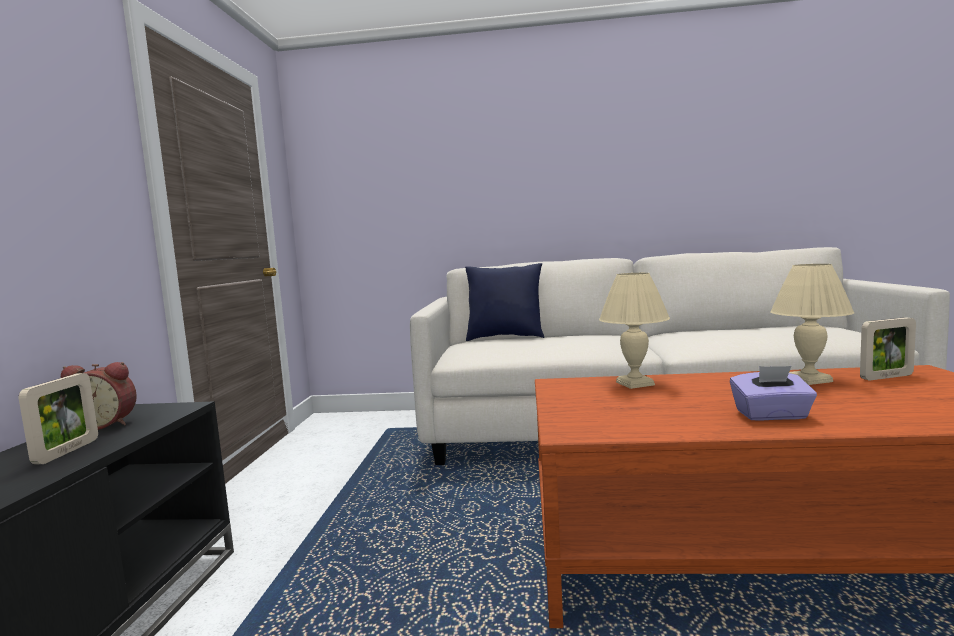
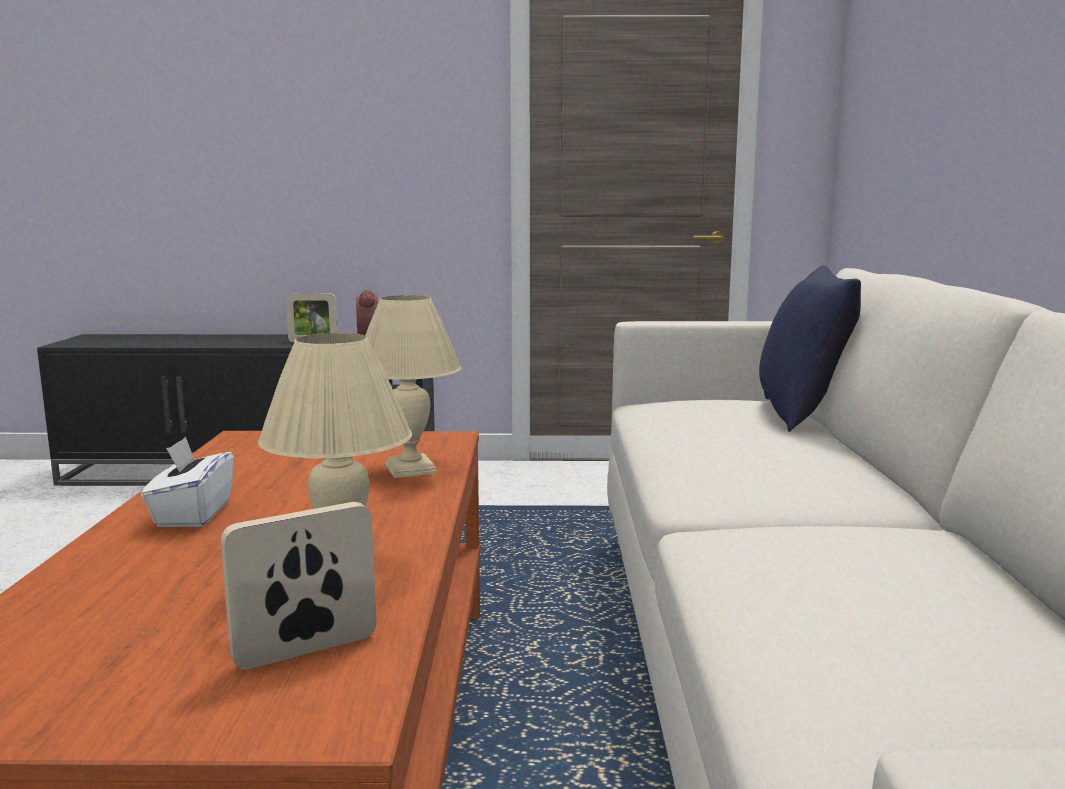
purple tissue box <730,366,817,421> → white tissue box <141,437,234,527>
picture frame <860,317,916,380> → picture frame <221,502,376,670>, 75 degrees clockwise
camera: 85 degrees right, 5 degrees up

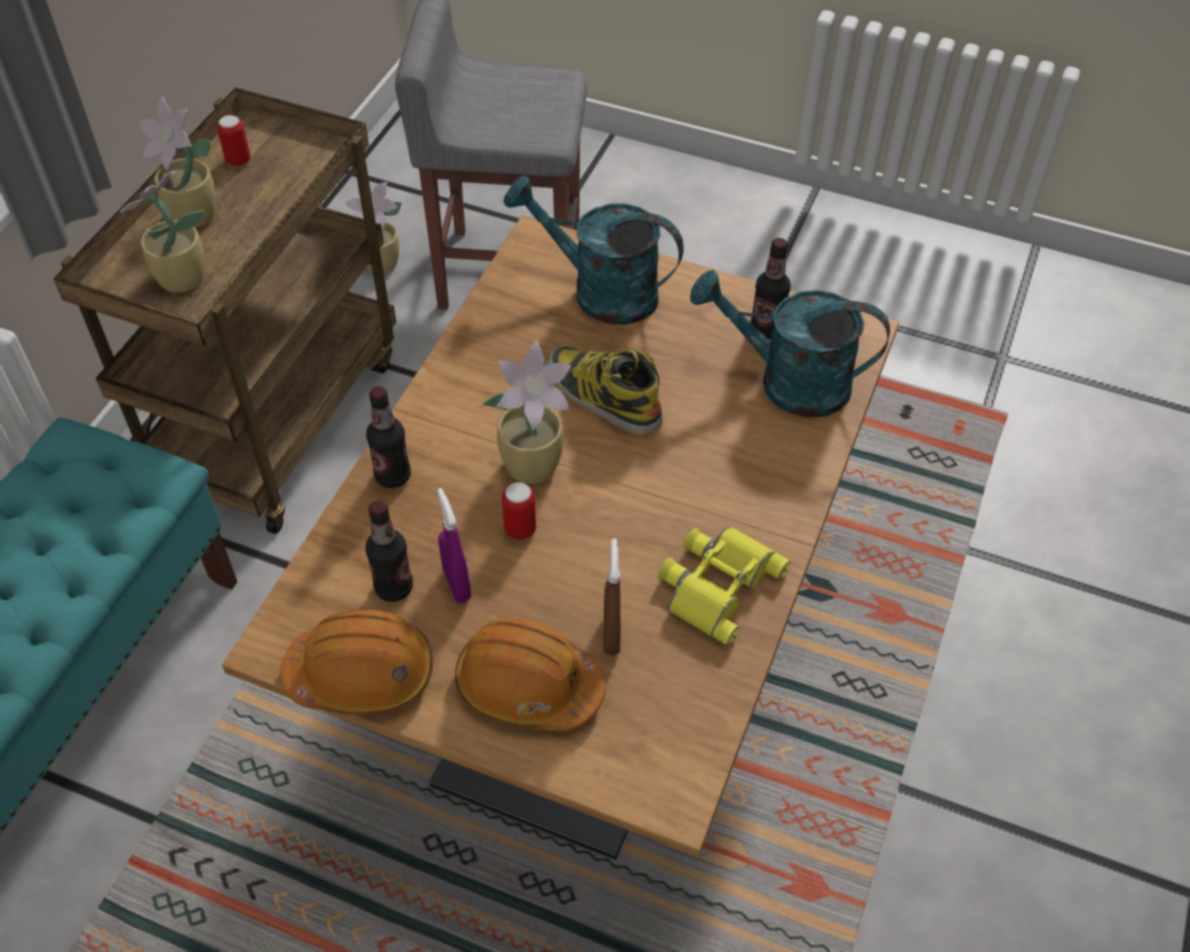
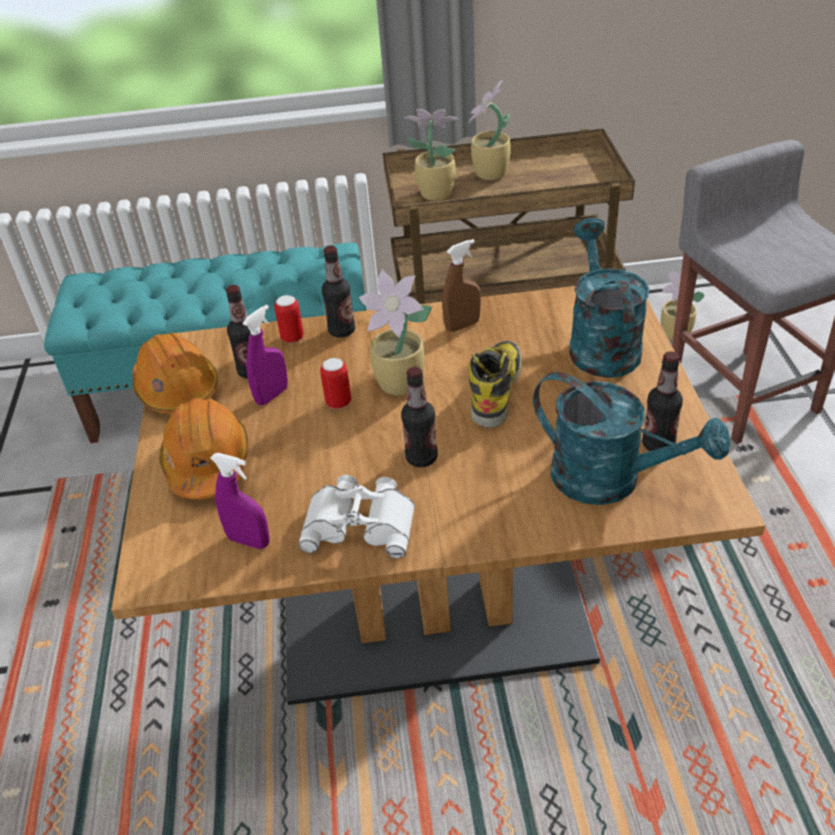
- → purple spray bottle <210,453,270,549>
- → bottle <401,367,438,467>
can <217,115,251,167> → can <274,295,304,343>, relocated
brown spray bottle <604,538,621,656> → brown spray bottle <442,239,481,332>, relocated
yellow binoculars <658,527,790,646> → white binoculars <298,475,415,559>
turquoise watering can <690,270,890,418> → turquoise watering can <533,372,731,505>, 135 degrees clockwise
camera: 65 degrees right, 10 degrees down

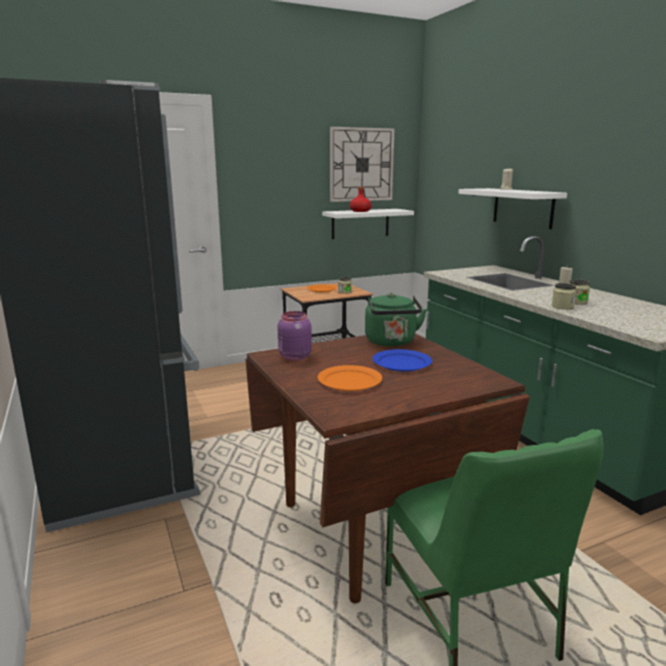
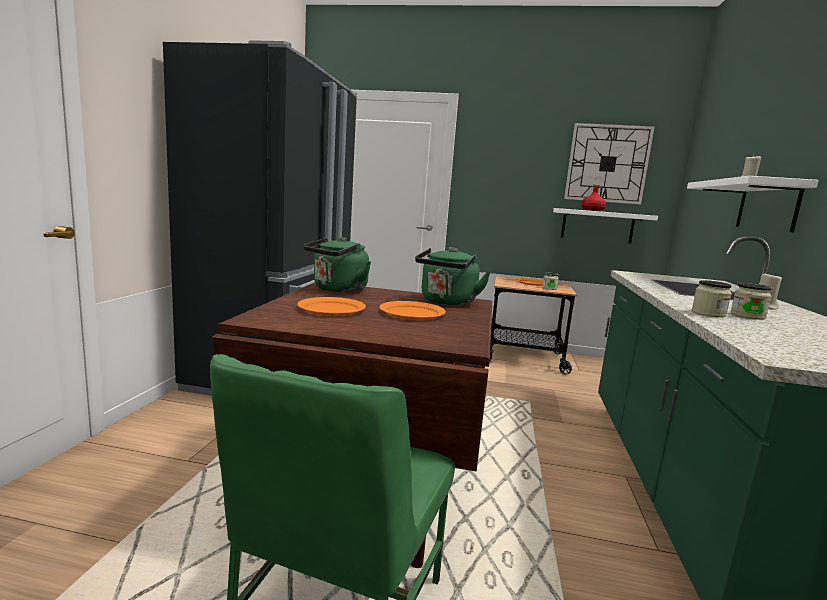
purple jar <278,311,312,361> → green kettle <304,237,371,293>
blue plate <373,349,432,372> → orange plate <379,301,446,320>
camera: 35 degrees right, 5 degrees down

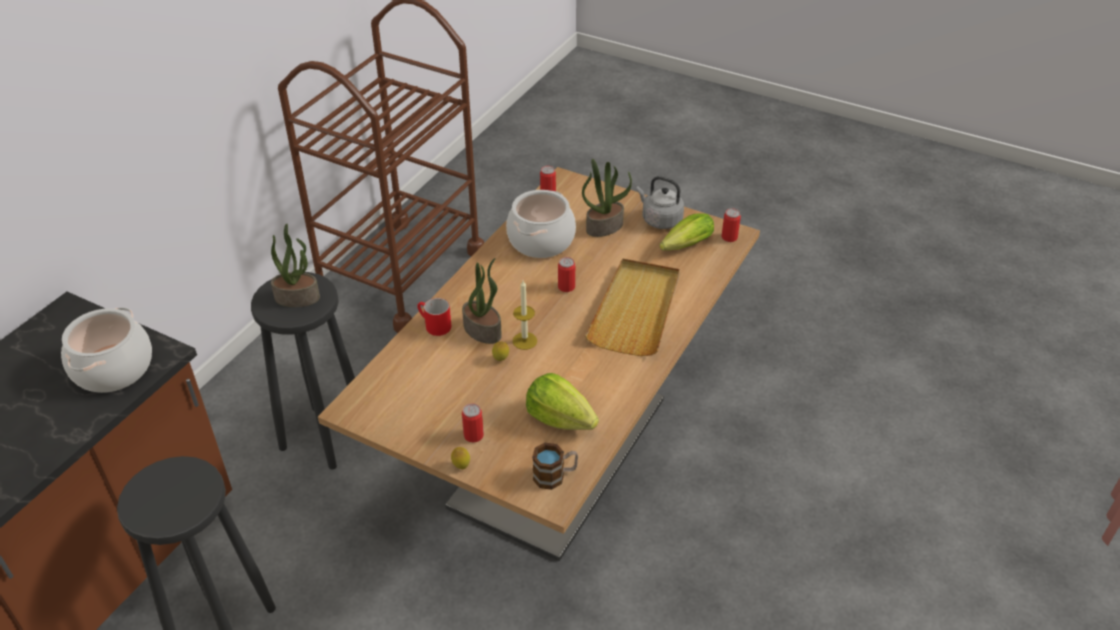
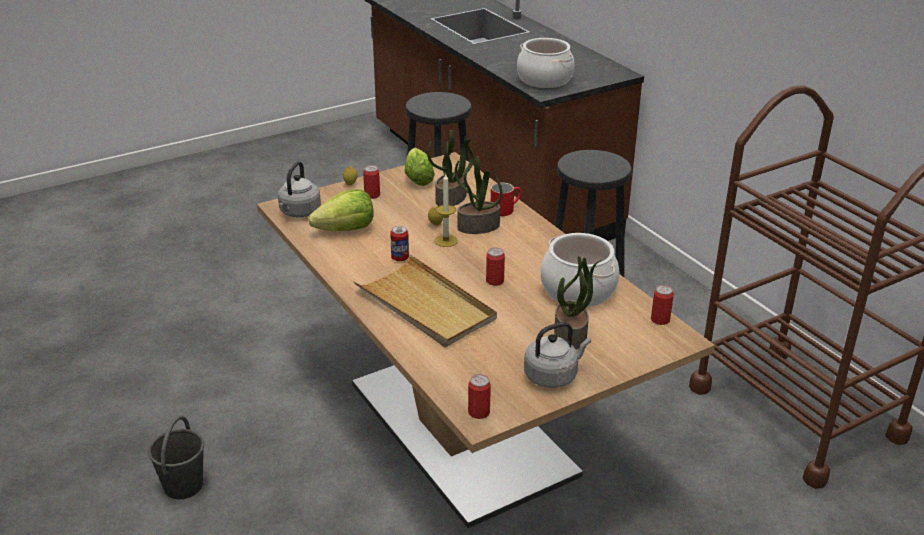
- → grey bucket <148,415,204,499>
- → can <390,226,409,262>
potted plant <271,224,320,307> → potted plant <427,130,474,206>, relocated
lettuce <659,213,714,251> → lettuce <404,148,435,186>, relocated
mug <532,443,578,490> → grey kettle <278,161,321,218>
camera: 120 degrees right, 10 degrees down

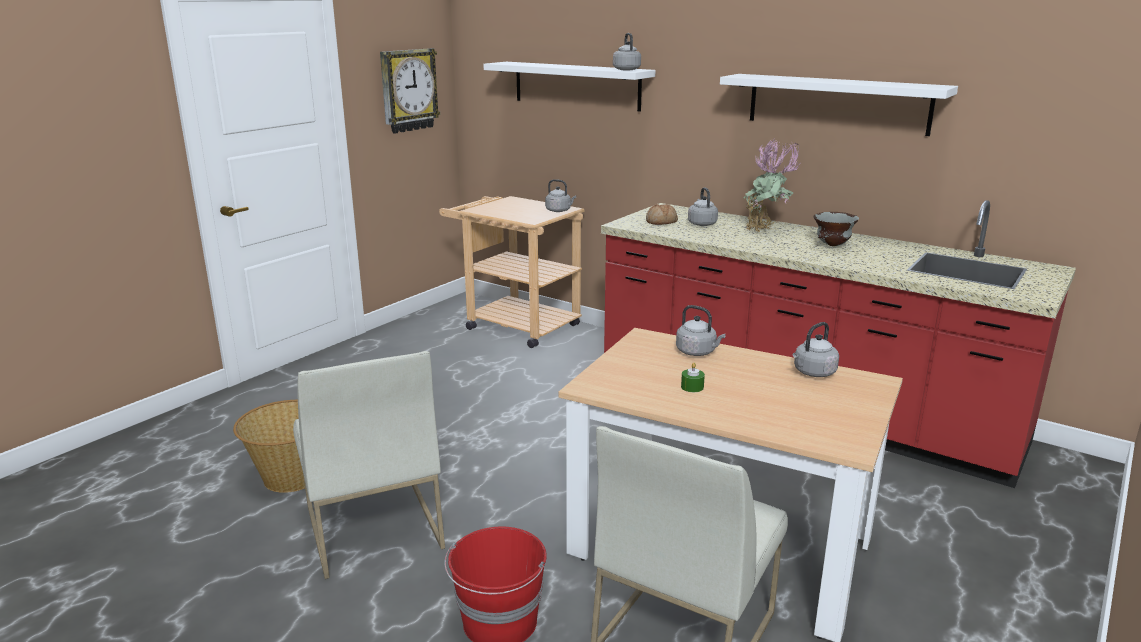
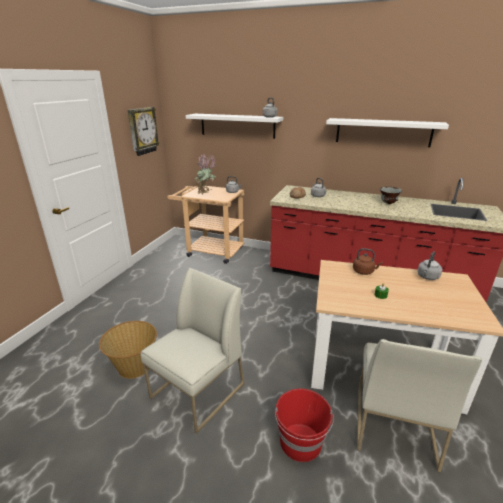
potted plant <743,139,800,232> → potted plant <194,154,216,195>, relocated
grey kettle <676,305,726,356> → brown kettle <353,248,383,275>
white chair <293,351,445,579> → white chair <141,268,244,434>, 105 degrees counterclockwise
camera: 15 degrees left, 5 degrees up

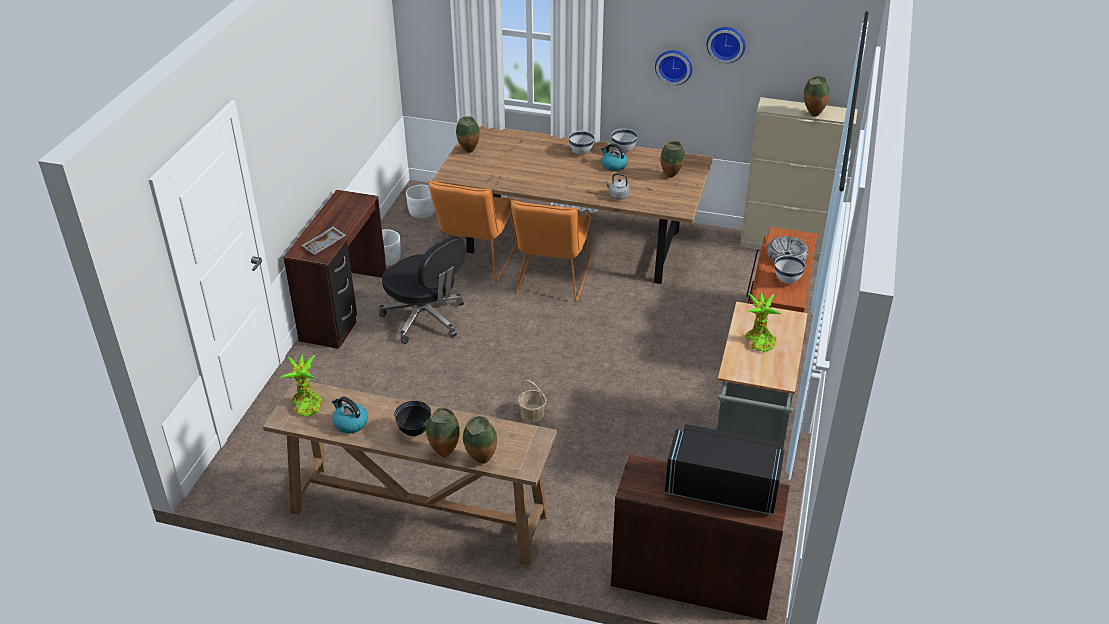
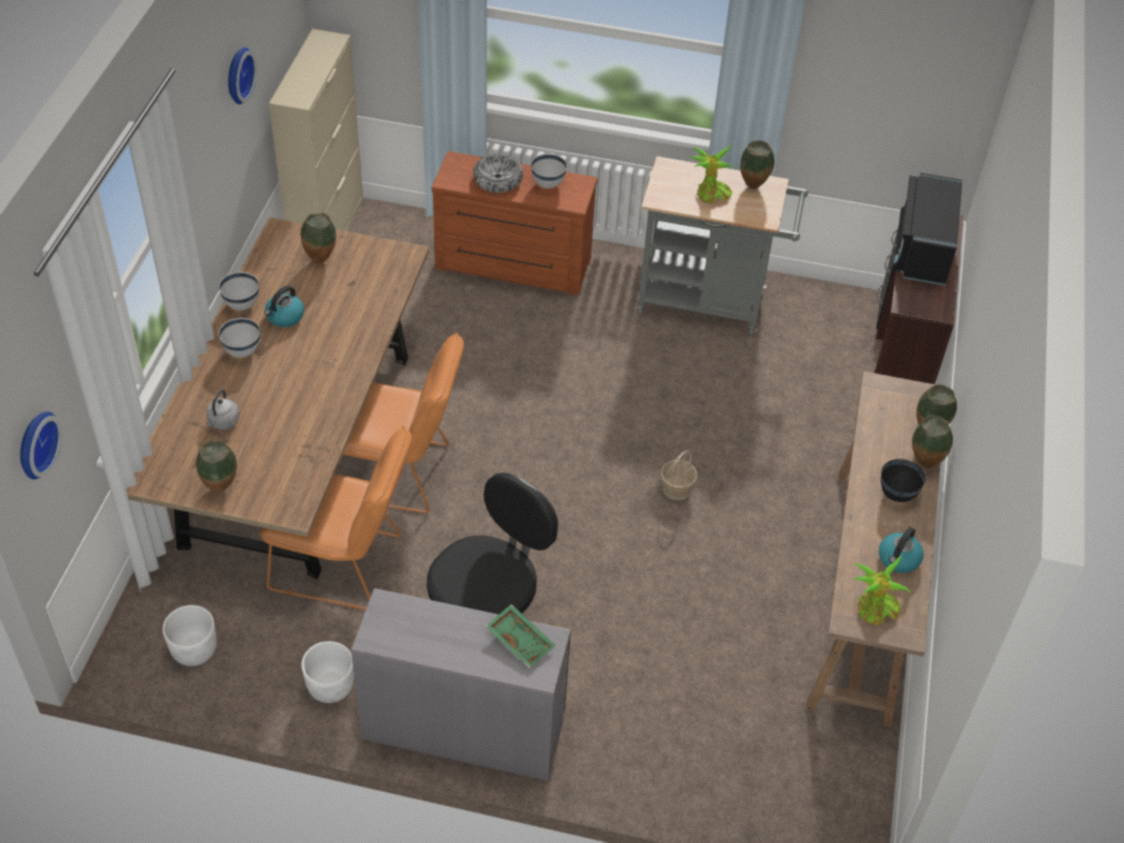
grey kettle <605,173,630,200> → grey kettle <206,389,239,430>, relocated
wall clock <655,50,692,85> → wall clock <20,411,62,480>, relocated
vase <804,76,830,117> → vase <740,140,774,189>, relocated
brown desk <283,190,386,349> → grey desk <351,588,571,781>
grey tray <302,226,346,255> → green tray <486,604,555,668>
camera: 95 degrees left, 10 degrees up

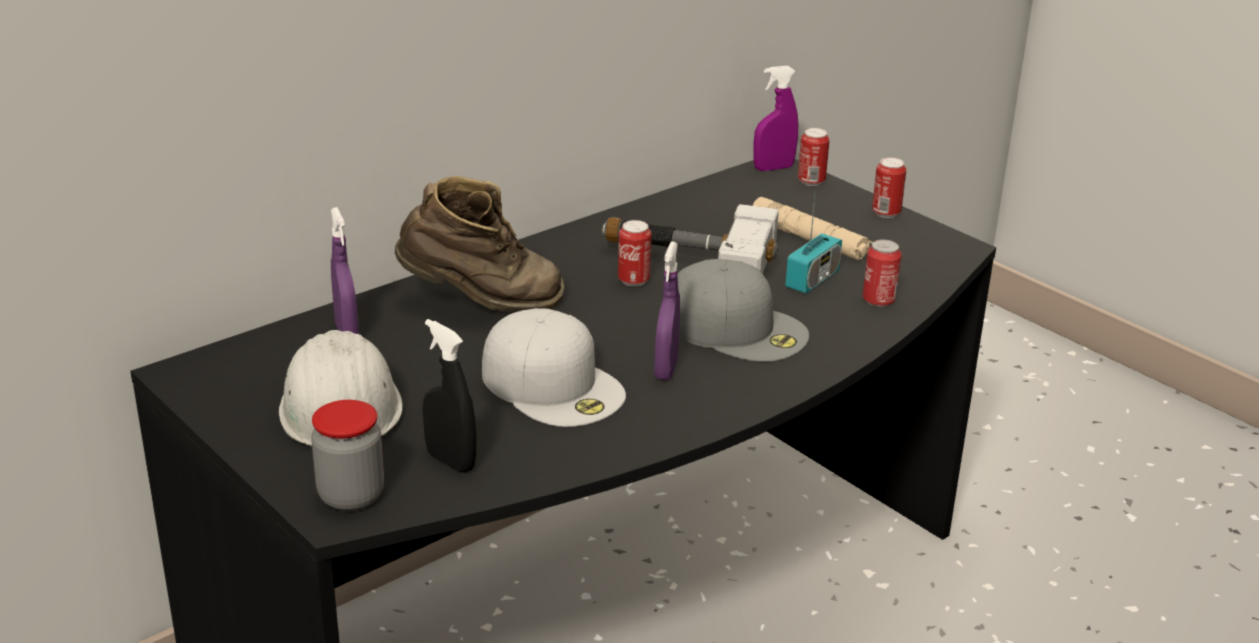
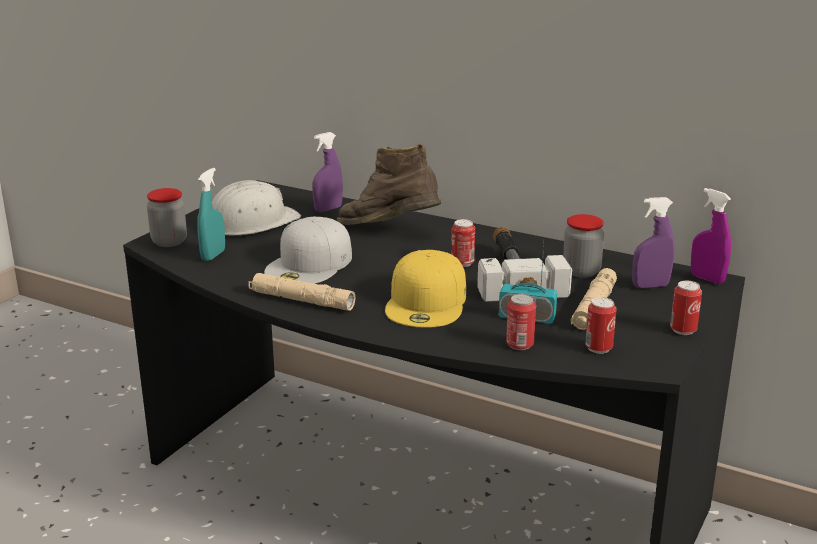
- → beige flashlight <248,273,355,311>
- → jar <563,214,604,278>
purple spray bottle <655,242,680,380> → purple spray bottle <632,197,675,288>, relocated
can <798,128,830,186> → can <585,297,617,354>, relocated
black spray bottle <422,319,476,473> → turquoise spray bottle <197,168,225,261>
grey cap <677,259,809,362> → yellow cap <385,250,466,328>
brown boot <395,176,564,312> → brown boot <337,144,441,225>, 135 degrees clockwise
camera: 70 degrees right, 5 degrees down

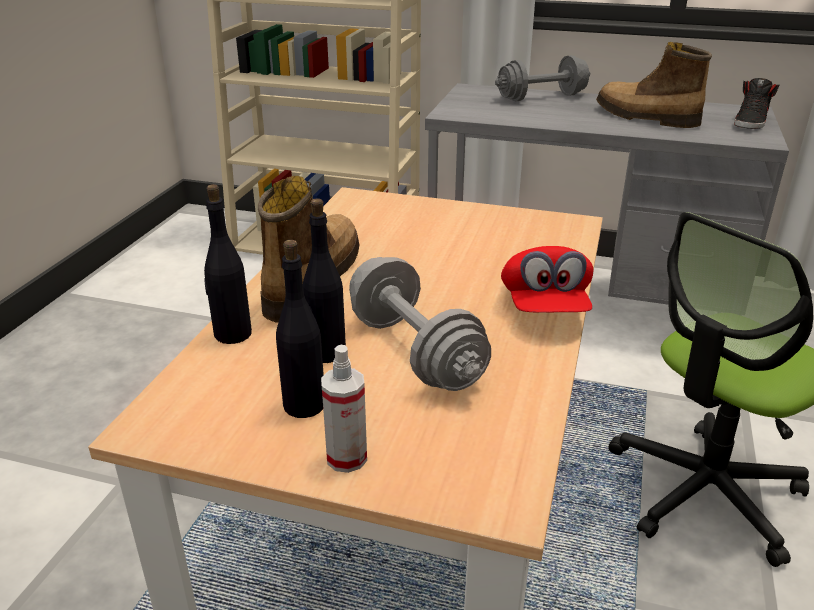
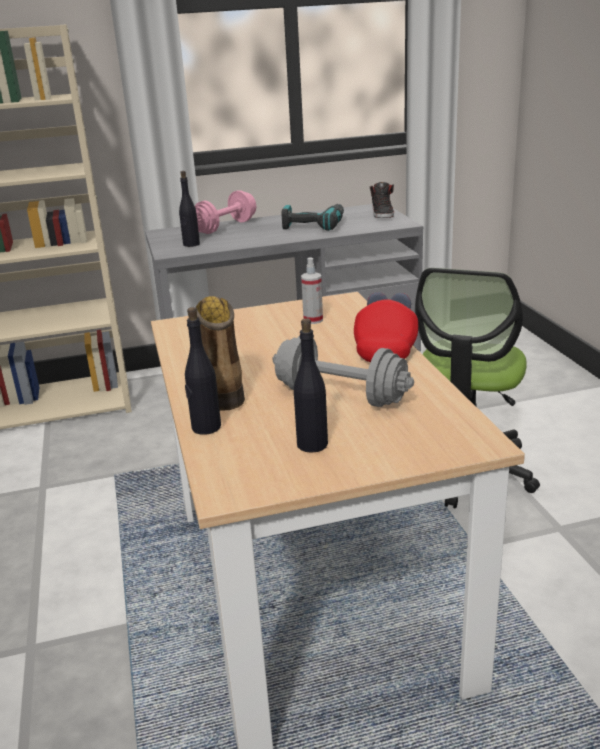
black bottle <303,198,346,363> → black bottle <179,171,200,247>, relocated
spray bottle <321,345,367,473> → spray bottle <301,257,323,324>, relocated
boot <596,42,712,128> → power drill <282,204,344,231>
grey dumbbell <495,55,590,101> → pink dumbbell <195,190,256,234>
red cap <501,246,593,313> → red cap <354,292,418,362>, 135 degrees counterclockwise
camera: 30 degrees left, 5 degrees down

